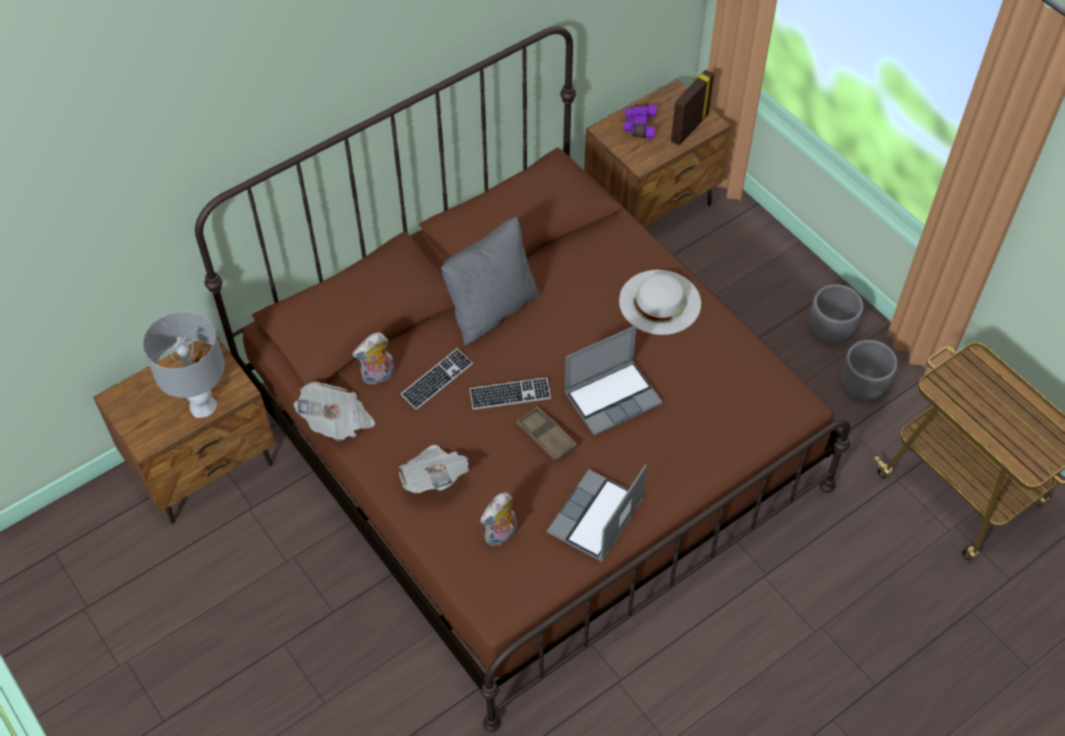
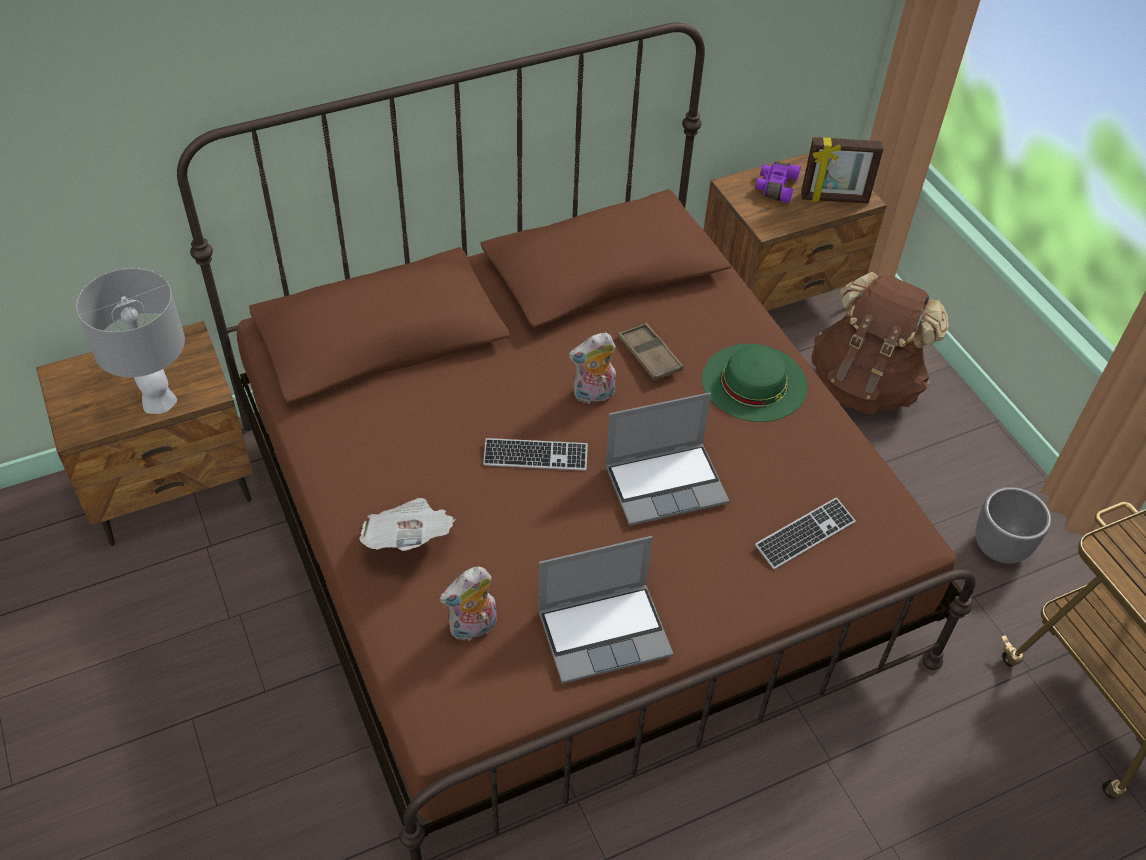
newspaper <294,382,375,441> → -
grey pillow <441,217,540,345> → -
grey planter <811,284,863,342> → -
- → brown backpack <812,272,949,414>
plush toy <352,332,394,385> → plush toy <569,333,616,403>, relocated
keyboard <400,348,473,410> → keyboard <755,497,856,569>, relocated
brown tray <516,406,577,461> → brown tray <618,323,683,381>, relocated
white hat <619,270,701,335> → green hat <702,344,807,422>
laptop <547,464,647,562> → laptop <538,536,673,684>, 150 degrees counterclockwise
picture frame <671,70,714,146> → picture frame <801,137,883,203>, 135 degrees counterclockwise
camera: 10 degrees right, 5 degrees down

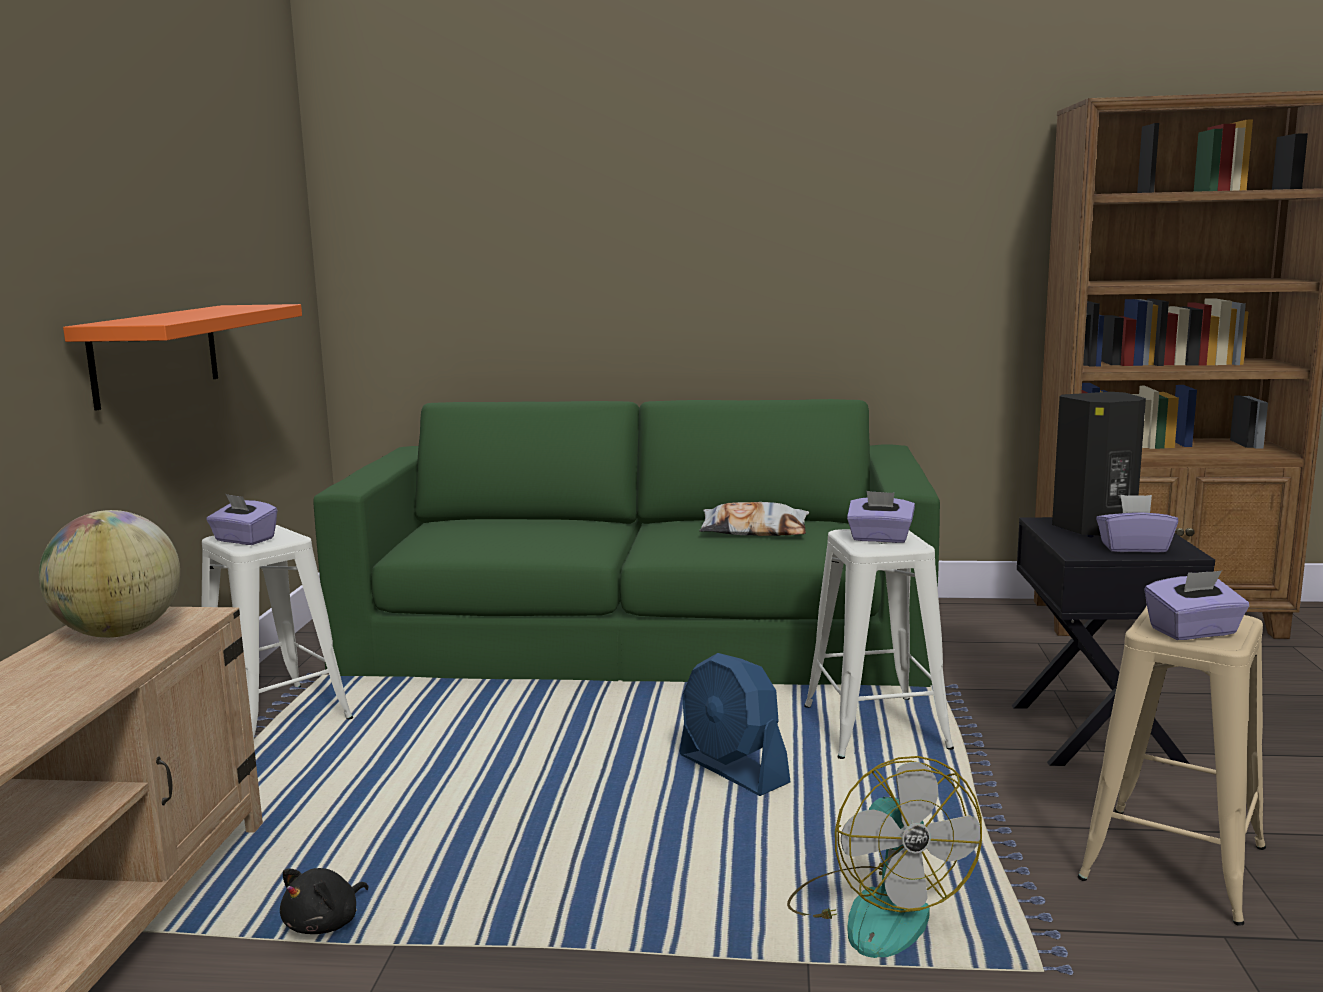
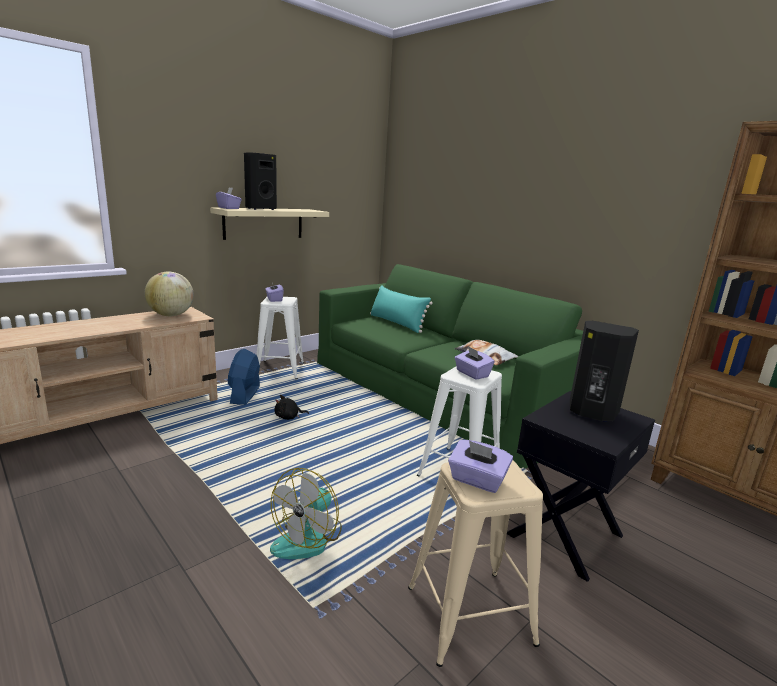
- → black speaker <244,152,277,210>
- → turquoise pillow <370,285,433,333>
black plush toy <280,868,368,934> → black plush toy <274,395,309,420>, relocated
blue fan <679,653,791,796> → blue fan <228,349,260,405>, relocated
purple tissue box <1096,495,1178,553> → purple tissue box <216,188,242,209>, relocated
orange shelf <63,304,302,411> → beige shelf <210,207,329,240>
camera: 40 degrees right, 5 degrees up

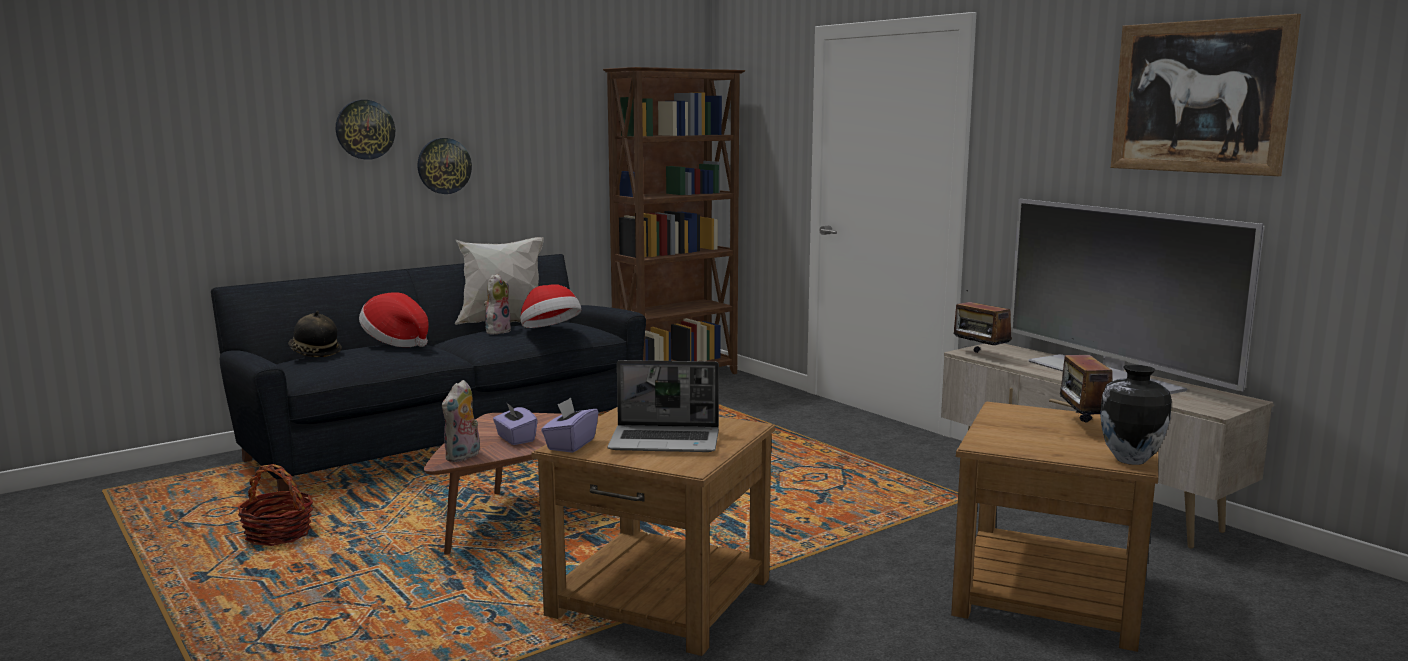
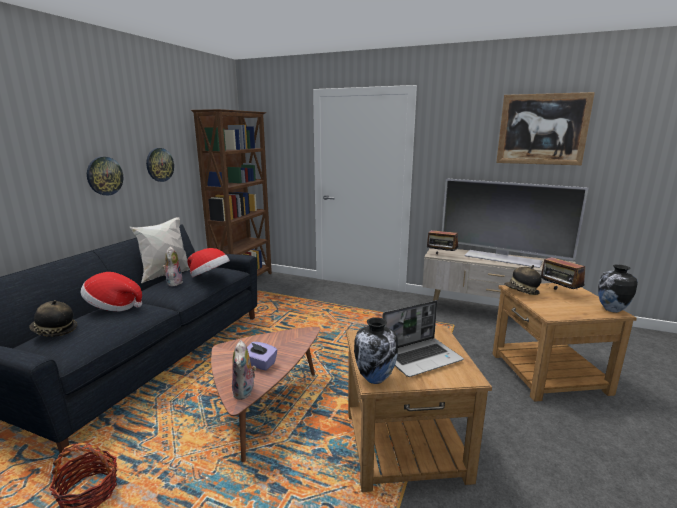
- → hat <504,265,542,295>
wall clock <336,100,395,160> → wall clock <146,148,174,182>, relocated
purple tissue box <541,397,598,453> → vase <354,317,398,384>
camera: 30 degrees left, 5 degrees up

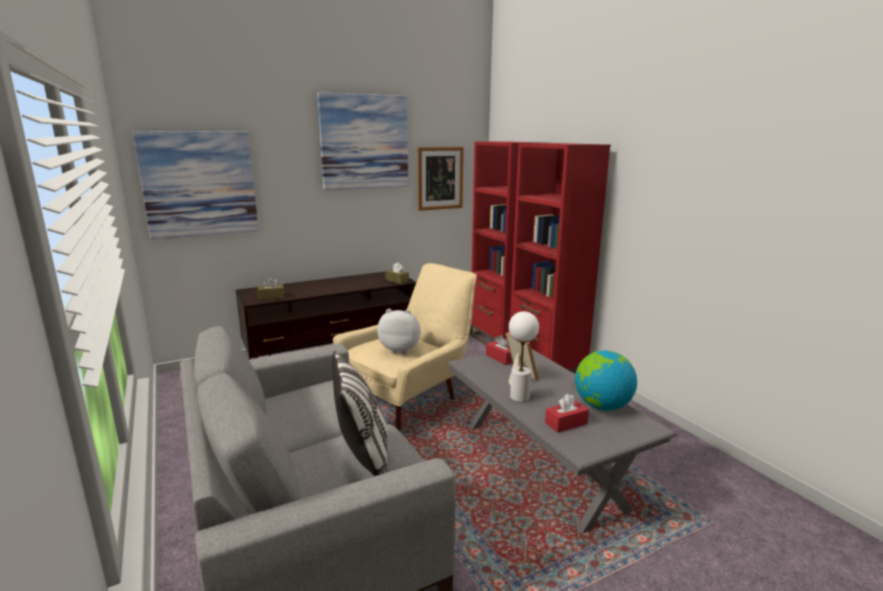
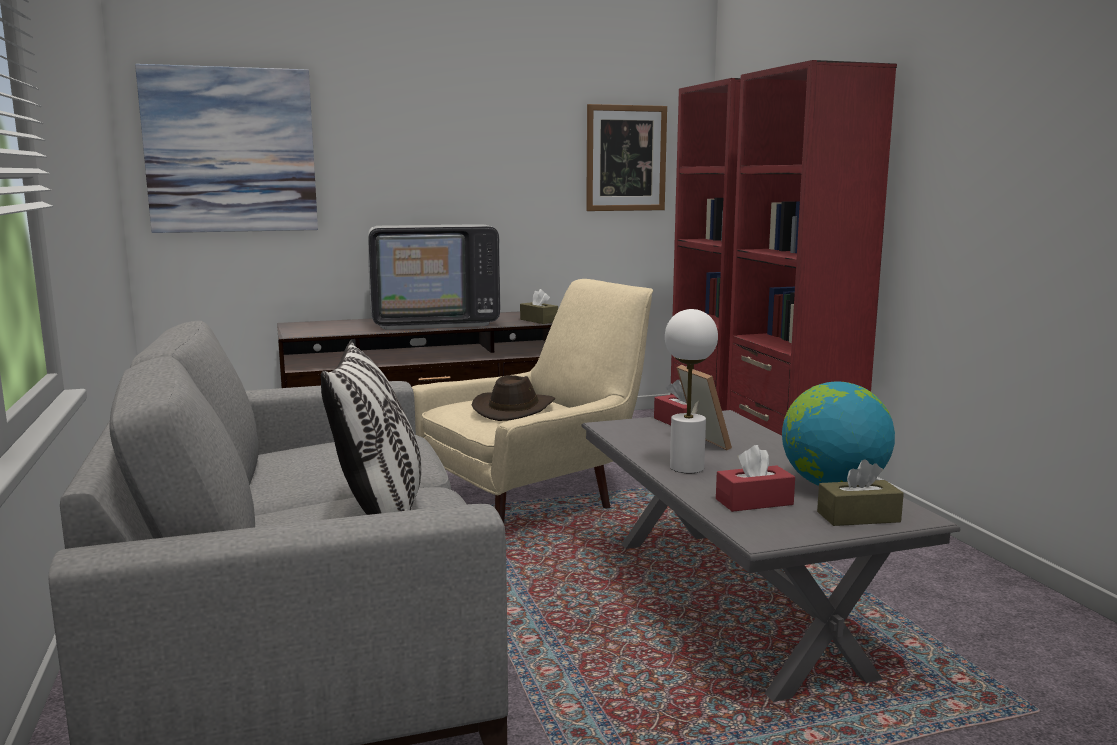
picture <317,92,408,191> → -
- → television <368,224,500,330>
brown tissue box <258,277,284,300> → brown tissue box <817,459,904,526>, relocated
plush toy <377,309,421,354> → brown hat <472,375,555,421>
camera: 10 degrees right, 5 degrees down

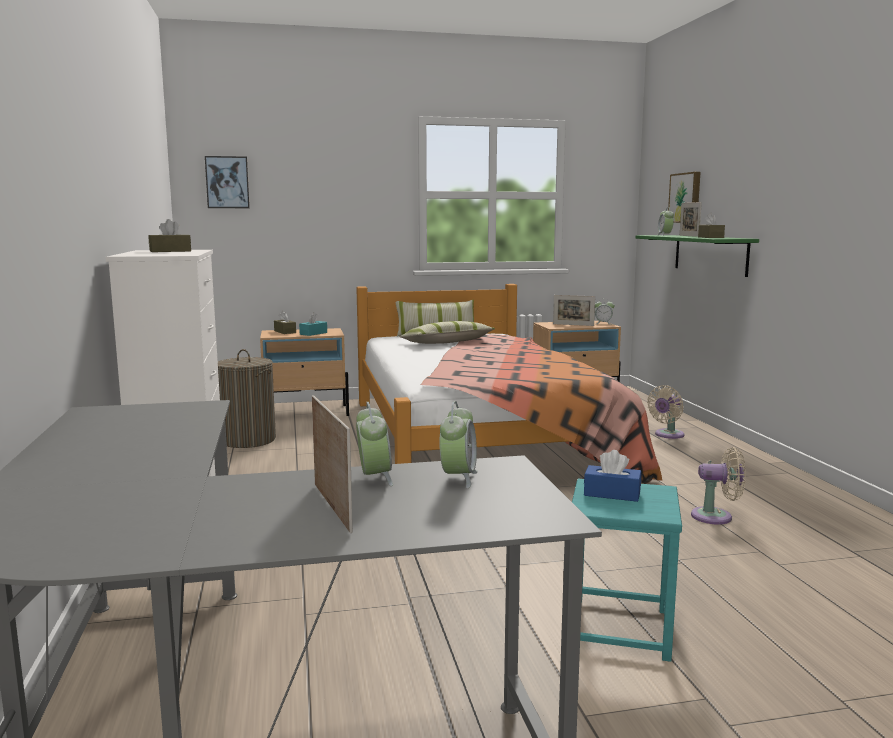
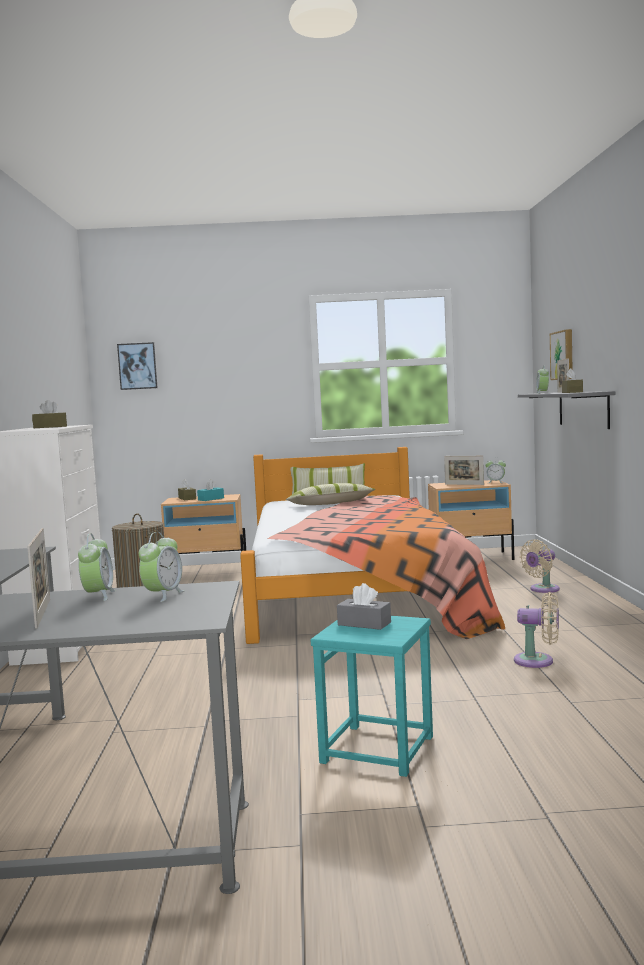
blue tissue box <584,450,641,502> → grey tissue box <337,583,391,630>
green shelf <636,235,759,277> → grey shelf <518,391,615,429>
camera: 10 degrees right, 5 degrees down

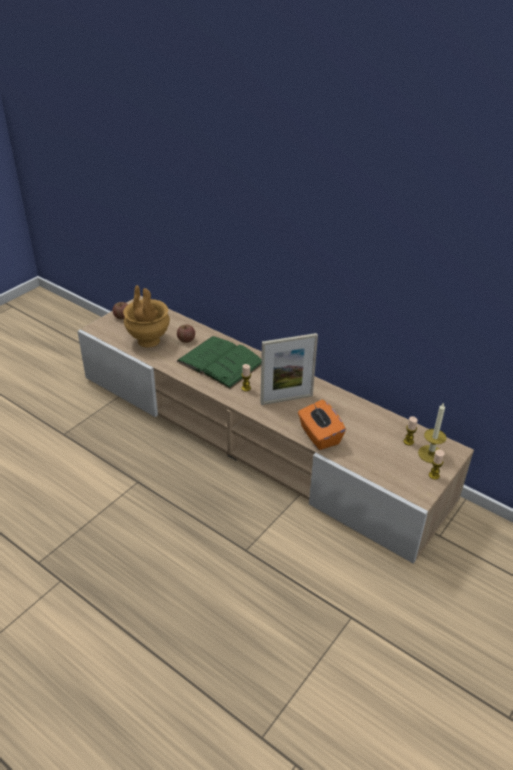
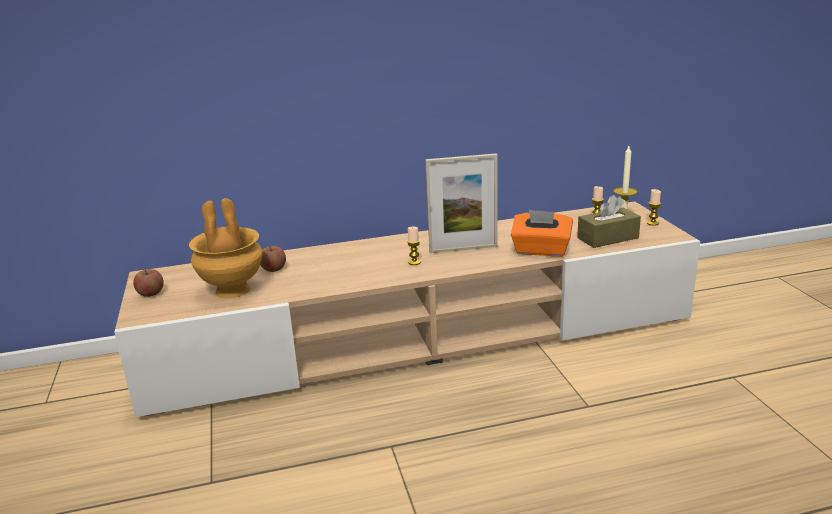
green book <176,336,261,389> → -
- → brown tissue box <577,195,641,248>
picture frame <260,333,318,405> → picture frame <426,153,498,253>, 60 degrees clockwise
camera: 50 degrees left, 15 degrees down

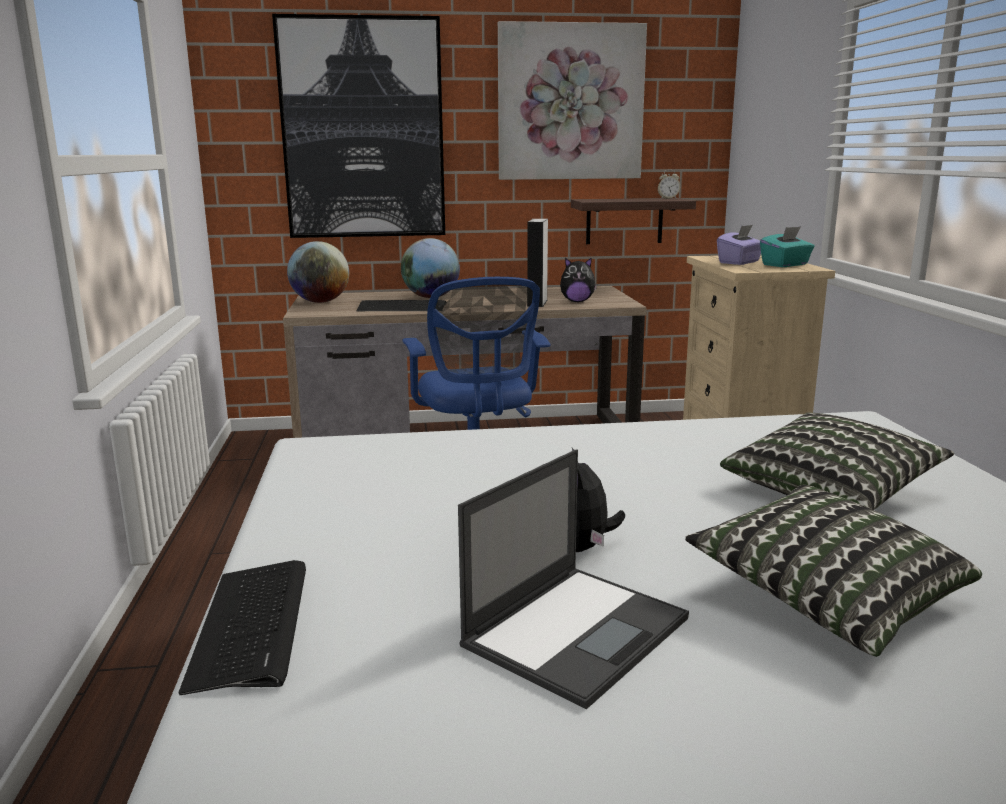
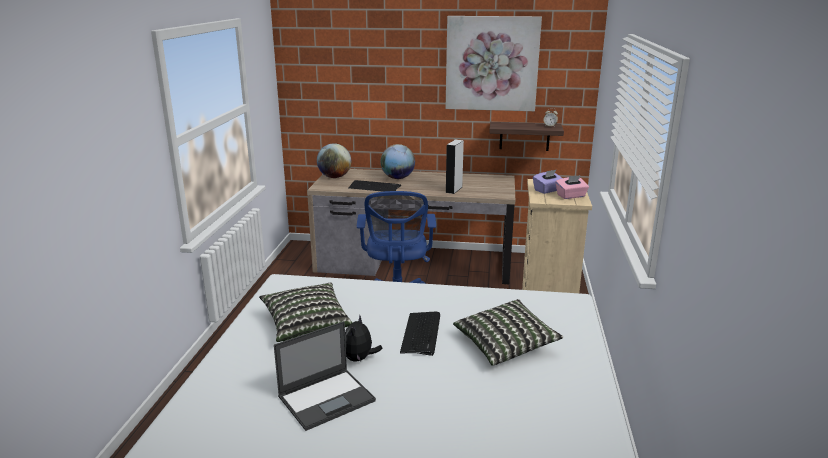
picture <272,14,445,238> → -
plush toy <560,258,597,302> → -
keyboard <179,560,306,695> → keyboard <400,312,440,356>, relocated
pillow <685,485,982,657> → pillow <259,283,353,342>, relocated
turquoise tissue box <760,226,815,267> → pink tissue box <556,175,589,199>
camera: 15 degrees right, 5 degrees up

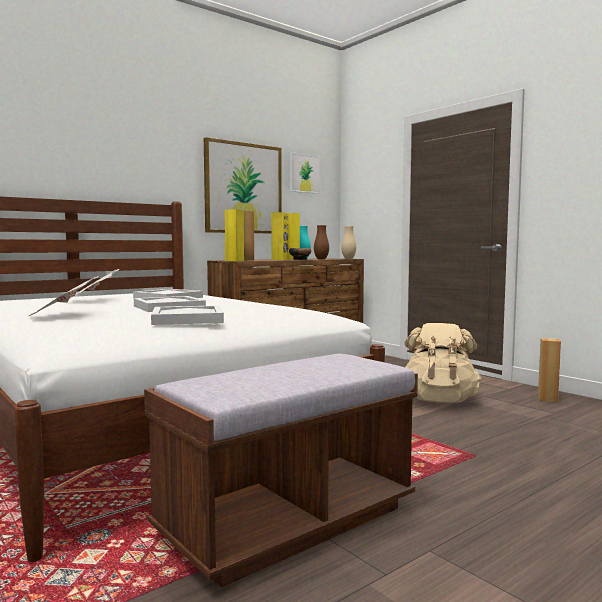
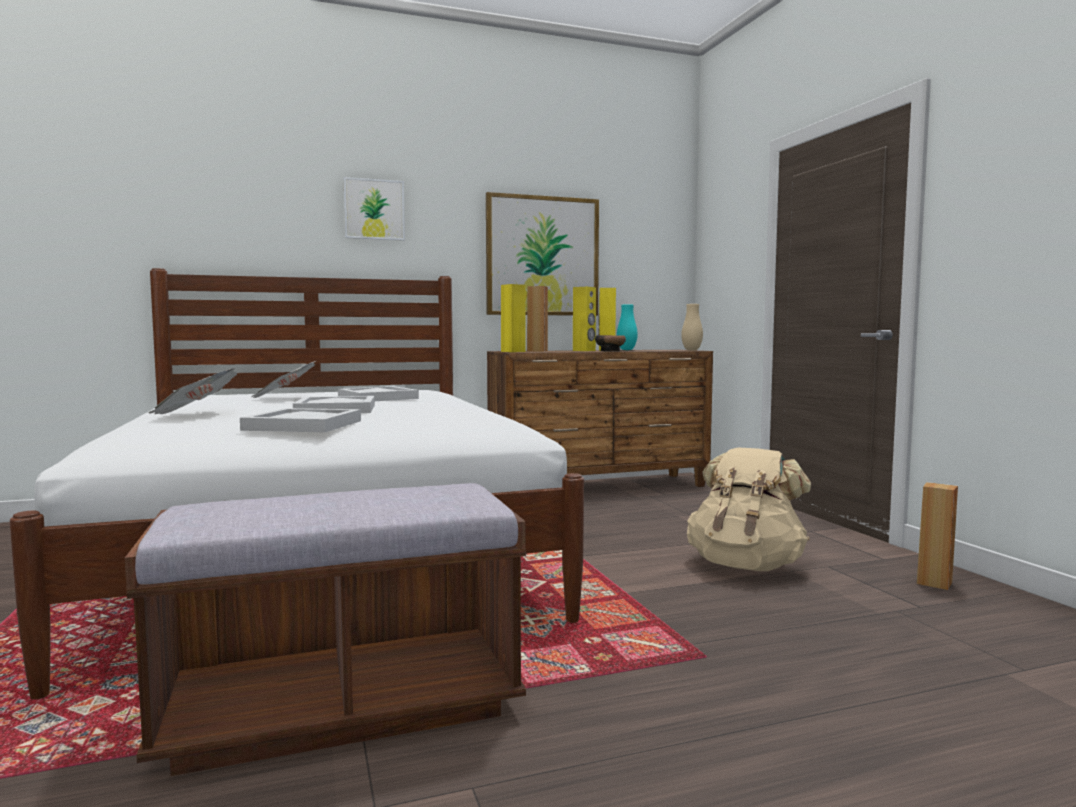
brown vase <314,225,329,259> → -
picture <290,153,321,194> → picture <344,177,405,240>, relocated
camera: 20 degrees right, 0 degrees up

